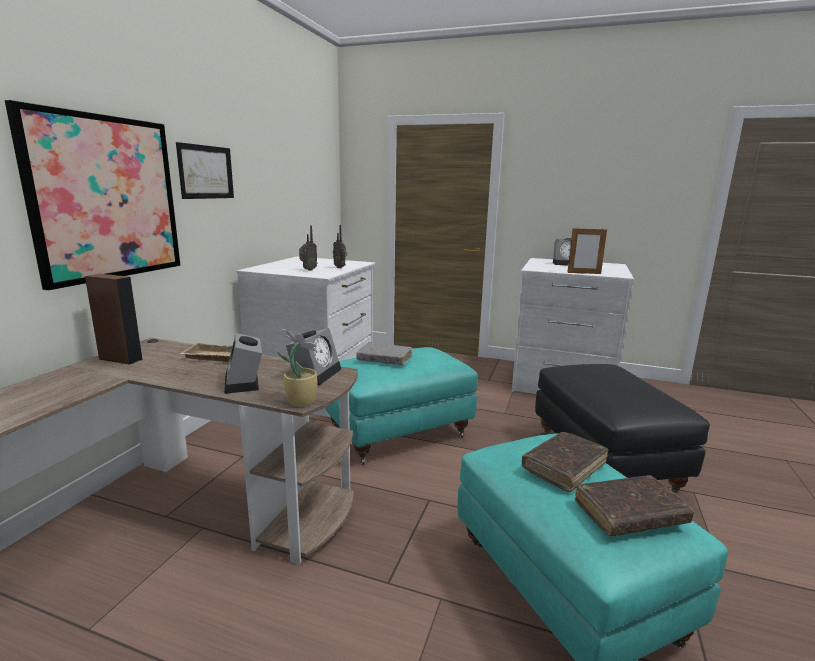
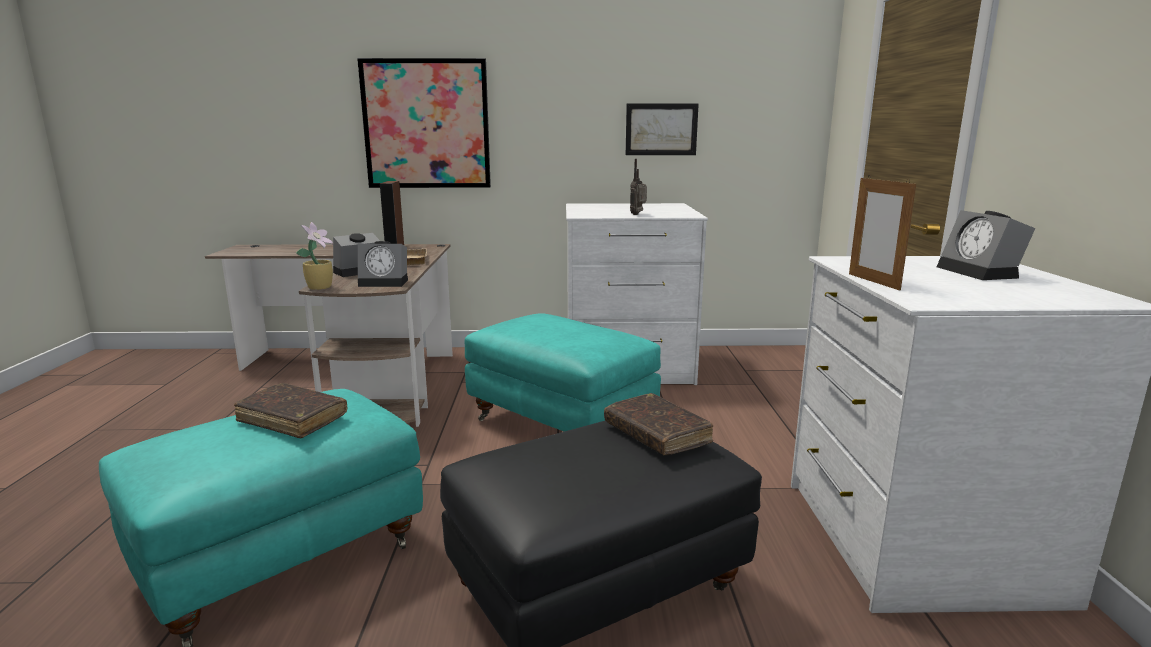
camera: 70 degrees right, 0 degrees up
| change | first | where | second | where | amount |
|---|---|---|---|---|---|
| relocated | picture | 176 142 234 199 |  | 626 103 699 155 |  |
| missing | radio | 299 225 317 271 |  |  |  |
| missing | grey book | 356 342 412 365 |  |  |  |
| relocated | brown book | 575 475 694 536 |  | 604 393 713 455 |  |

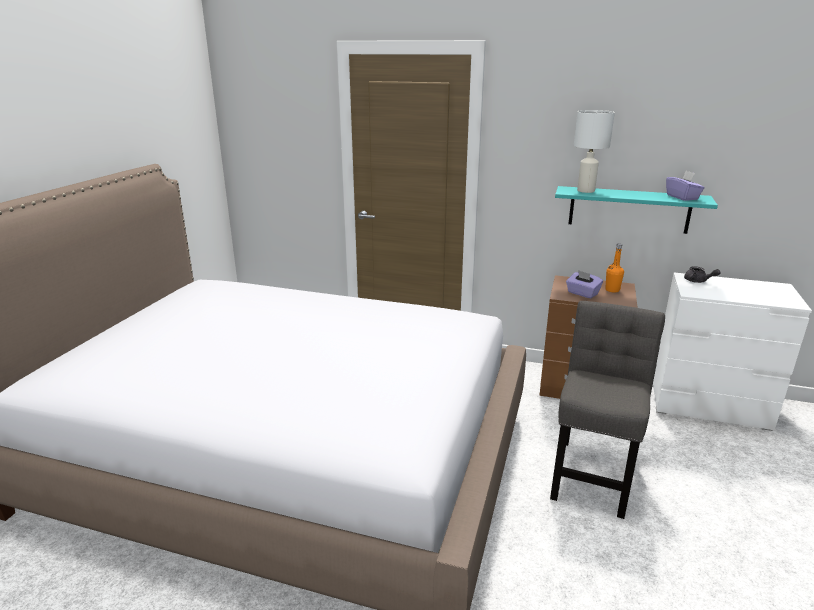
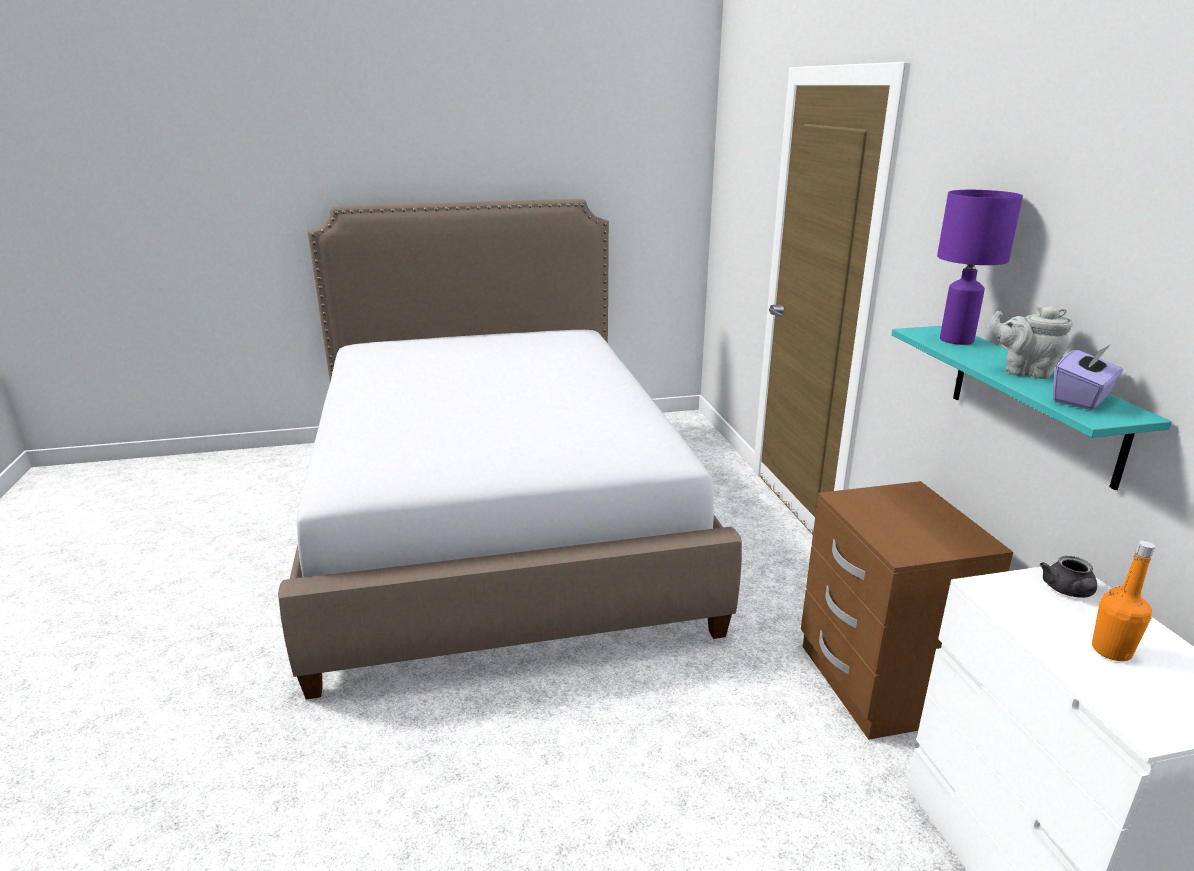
camera: 60 degrees right, 0 degrees up
| change | first | where | second | where | amount |
|---|---|---|---|---|---|
| missing | grey chair | 550 301 665 519 |  |  |  |
| missing | purple tissue box | 566 270 603 299 |  |  |  |
| colour | white table lamp | 574 110 615 193 | purple table lamp | 937 190 1023 345 |  |
| relocated | orange bottle | 605 244 624 292 |  | 1092 541 1155 661 |  |
| appeared |  |  | grey teapot | 989 306 1073 379 |  |

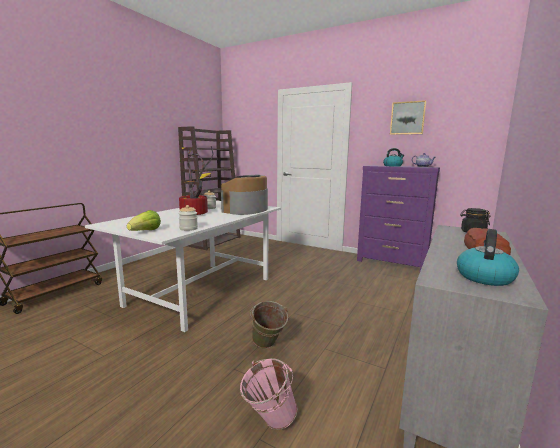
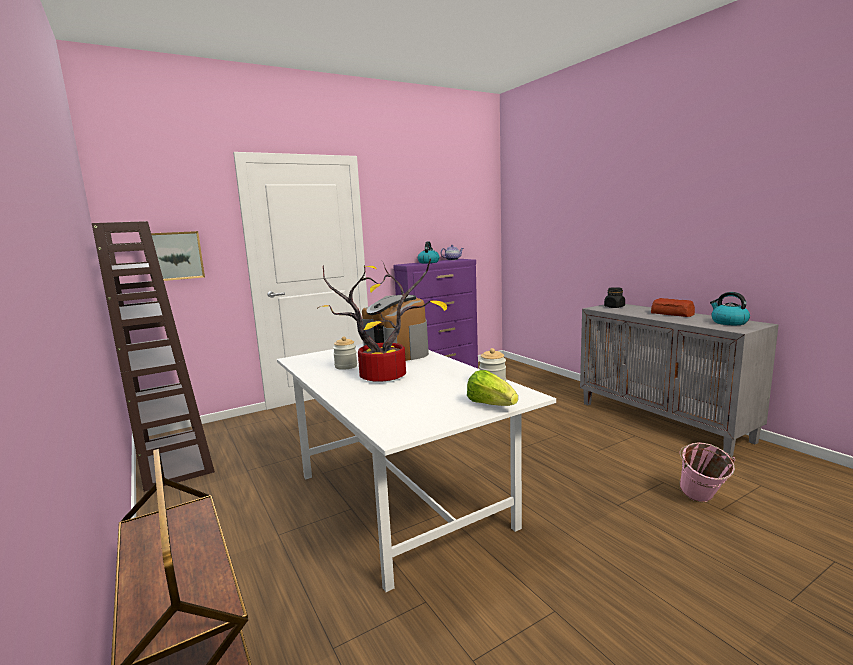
camera: 60 degrees left, 0 degrees up
| change | first | where | second | where | amount |
|---|---|---|---|---|---|
| missing | green bucket | 250 301 288 348 |  |  |  |
| relocated | picture | 390 100 426 135 |  | 151 231 205 281 |  |

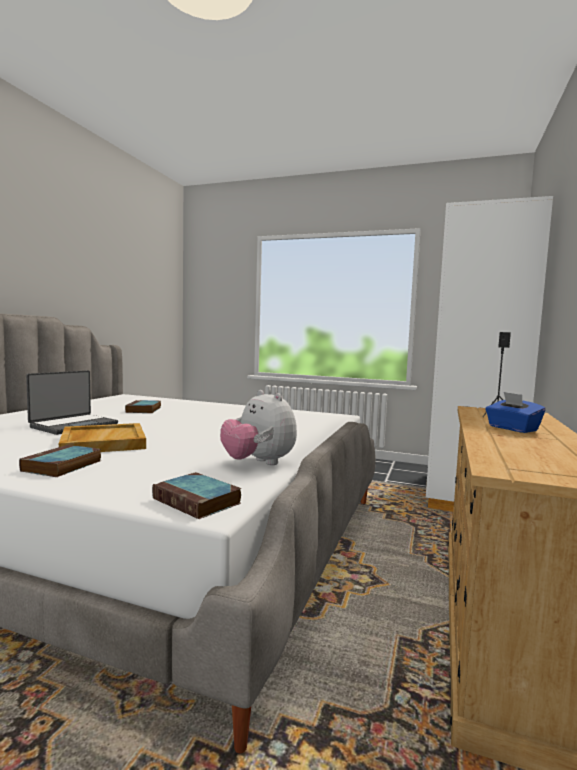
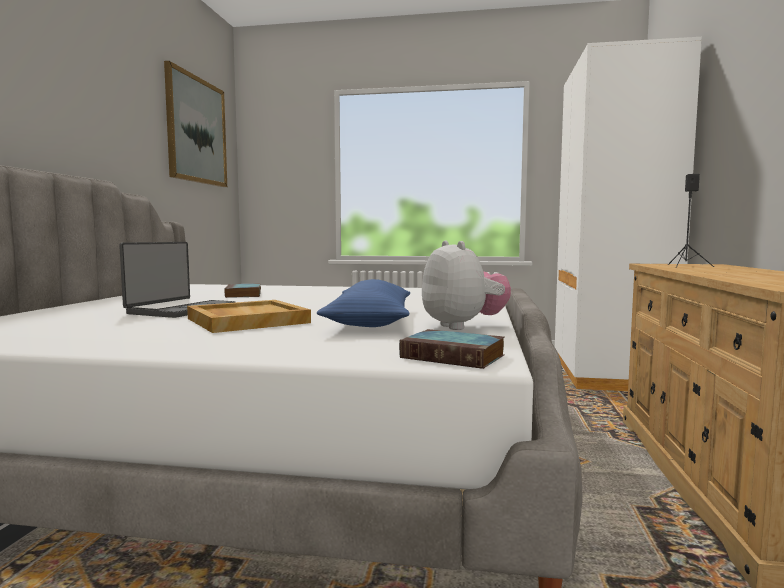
camera: 10 degrees left, 0 degrees up
| change | first | where | second | where | amount |
|---|---|---|---|---|---|
| missing | book | 19 445 101 477 |  |  |  |
| spun | plush toy | 220 390 297 465 |  | 422 241 511 330 | 150 degrees counterclockwise |
| missing | blue tissue box | 485 392 546 433 |  |  |  |
| appeared |  |  | picture | 164 61 227 187 |  |
| appeared |  |  | blue pillow | 317 279 410 327 |  |

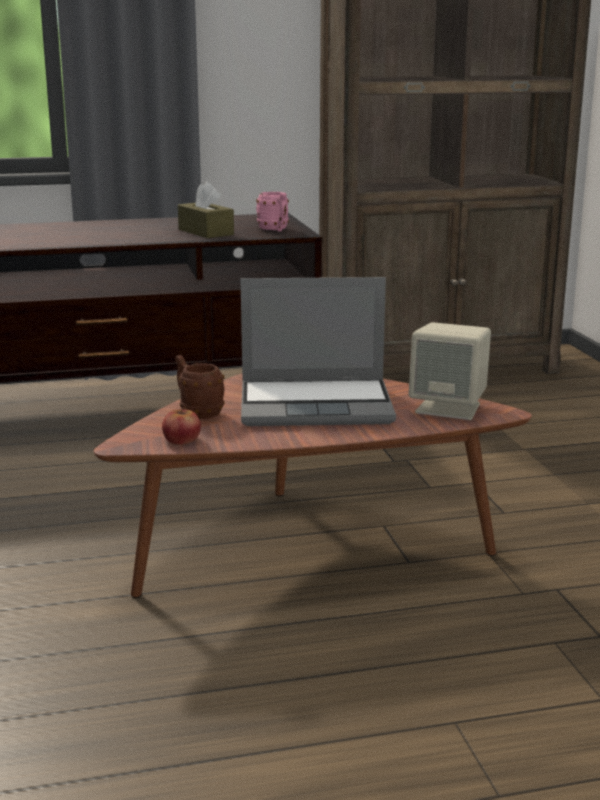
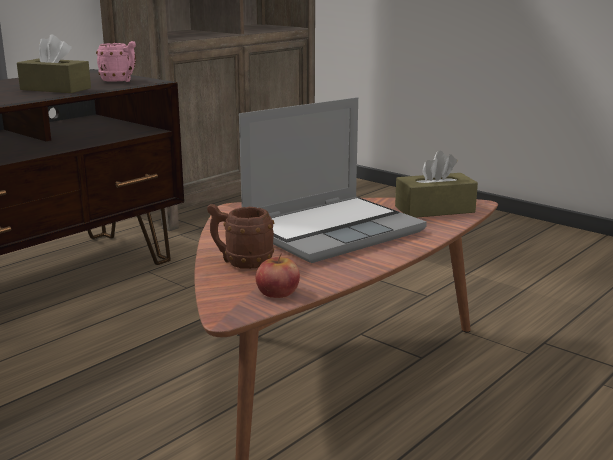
camera: 35 degrees left, 0 degrees up
| change | first | where | second | where | amount |
|---|---|---|---|---|---|
| exchanged | beige speaker | 409 322 491 420 | brown tissue box | 395 150 478 218 |  |

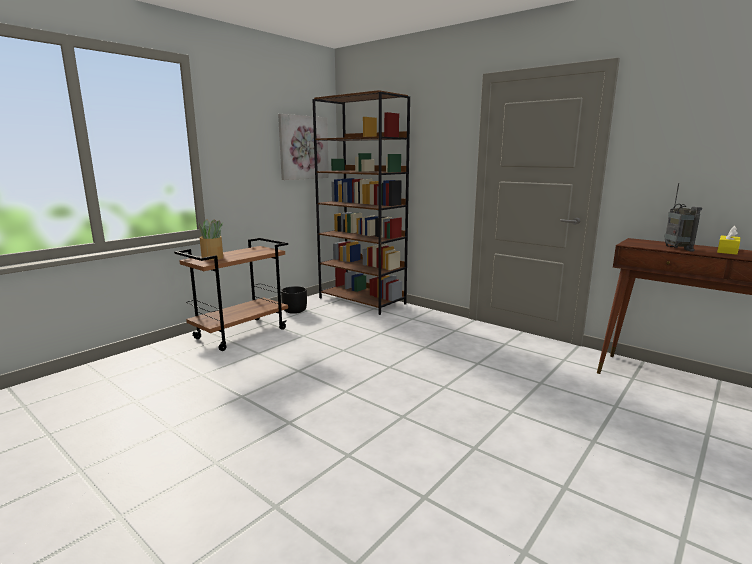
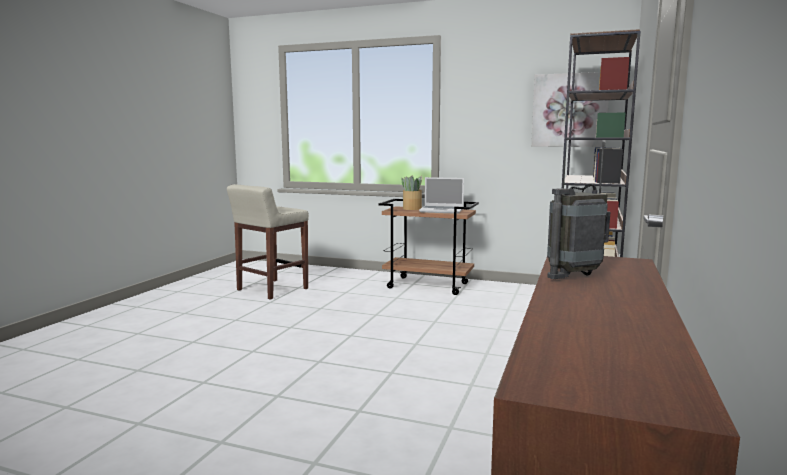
camera: 70 degrees right, 5 degrees down
| change | first | where | second | where | amount |
|---|---|---|---|---|---|
| missing | black planter | 281 286 307 314 |  |  |  |
| missing | yellow tissue box | 717 226 740 255 |  |  |  |
| appeared |  |  | beige stool | 227 184 309 300 |  |
| appeared |  |  | laptop | 419 177 464 214 |  |

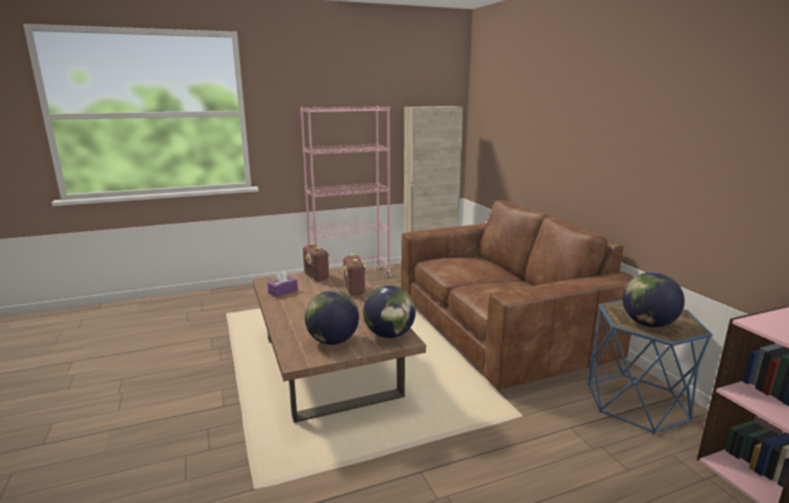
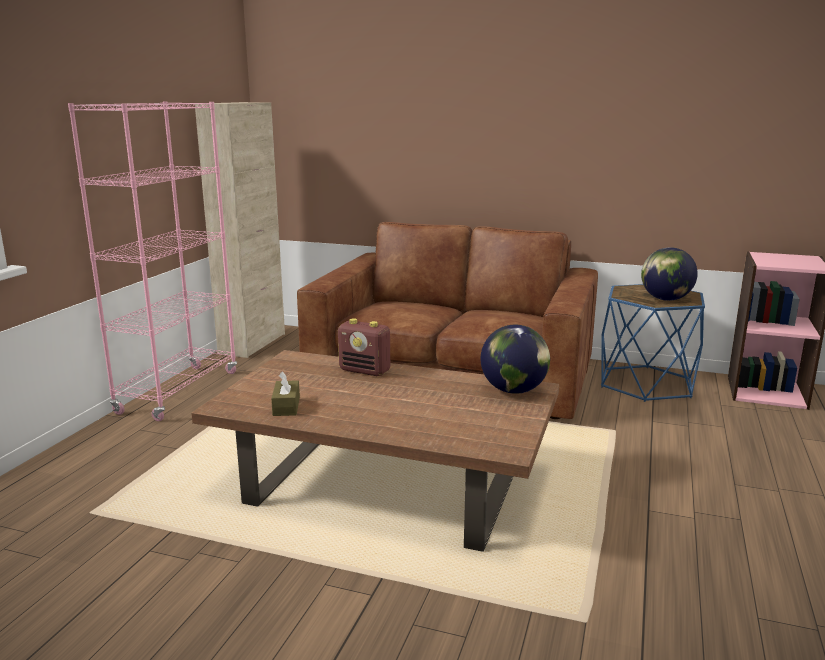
camera: 50 degrees left, 0 degrees up
| change | first | where | second | where | amount |
|---|---|---|---|---|---|
| colour | purple tissue box | 267 271 298 297 | brown tissue box | 271 372 300 416 |  |
| missing | radio | 303 243 330 281 |  |  |  |
| missing | globe | 305 291 359 345 |  |  |  |

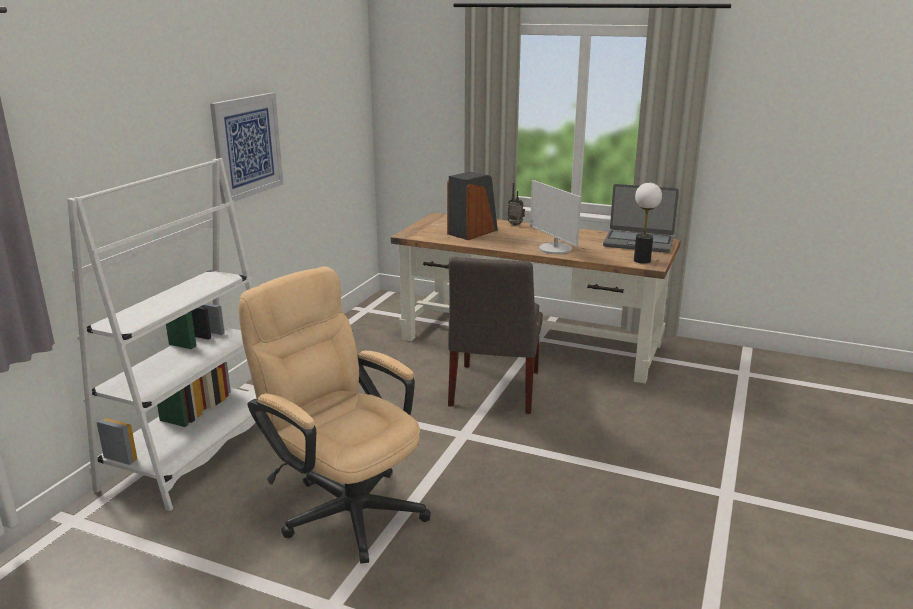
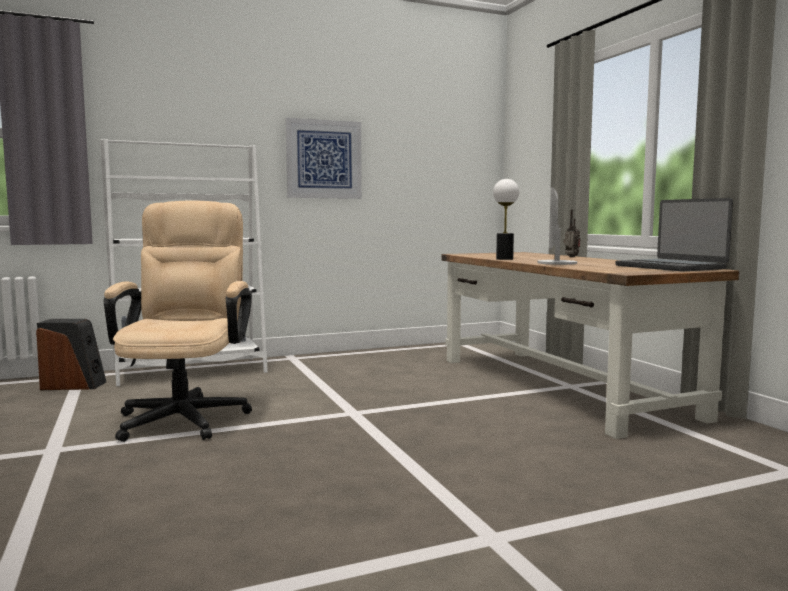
camera: 45 degrees right, 15 degrees down
| change | first | where | second | where | amount |
|---|---|---|---|---|---|
| relocated | speaker | 447 172 498 240 |  | 36 319 106 390 |  |
| missing | grey chair | 448 257 543 414 |  |  |  |
| relocated | table lamp | 634 183 662 263 |  | 493 179 519 260 |  |

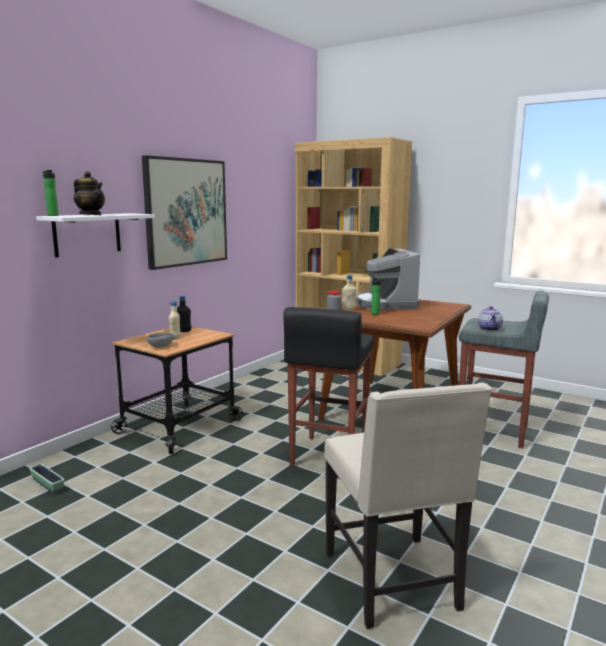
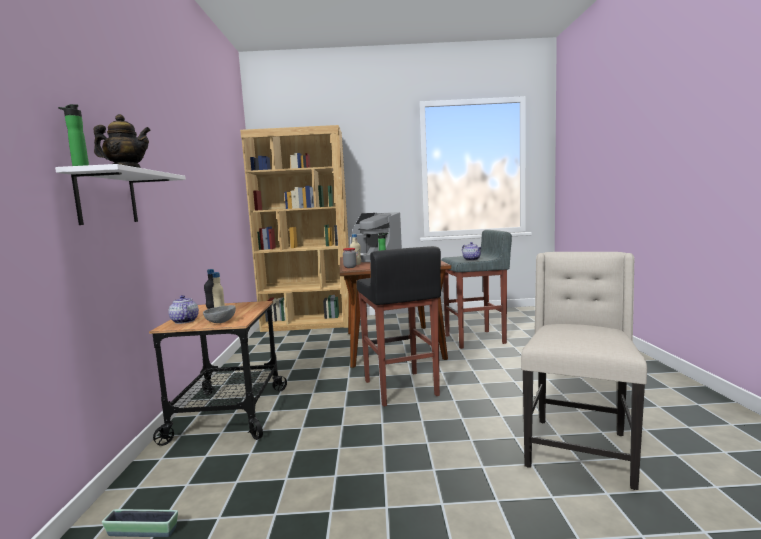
camera: 35 degrees left, 5 degrees down
| change | first | where | second | where | amount |
|---|---|---|---|---|---|
| missing | picture | 142 155 227 270 |  |  |  |
| spun | beige chair | 324 383 492 629 |  | 521 252 647 490 | 105 degrees counterclockwise |
| appeared |  |  | teapot | 168 295 199 324 |  |

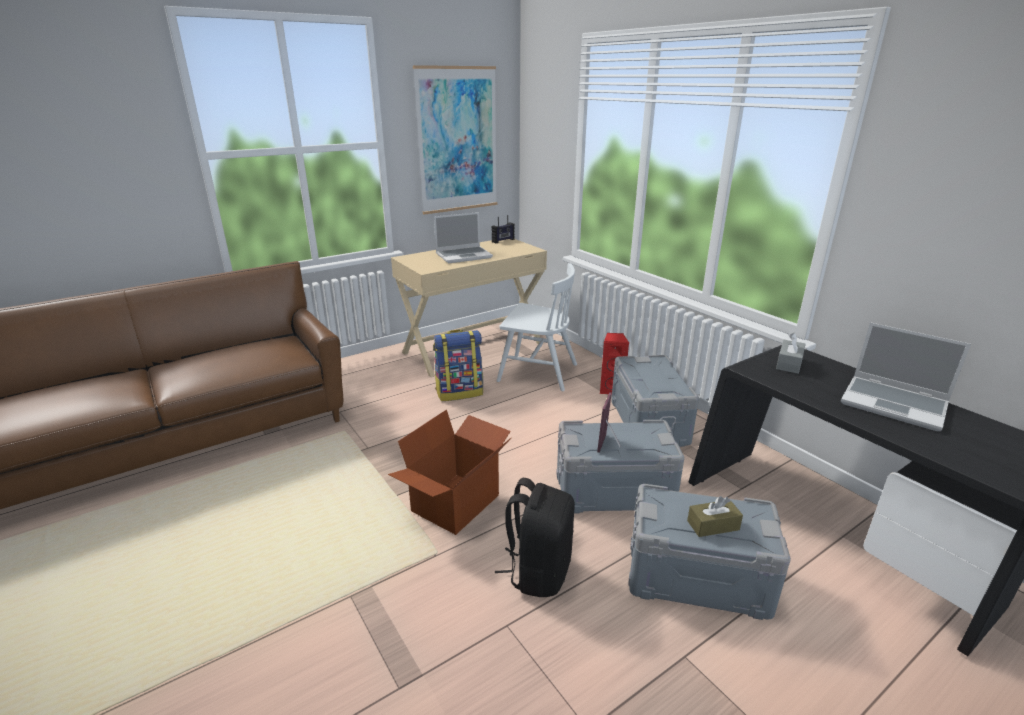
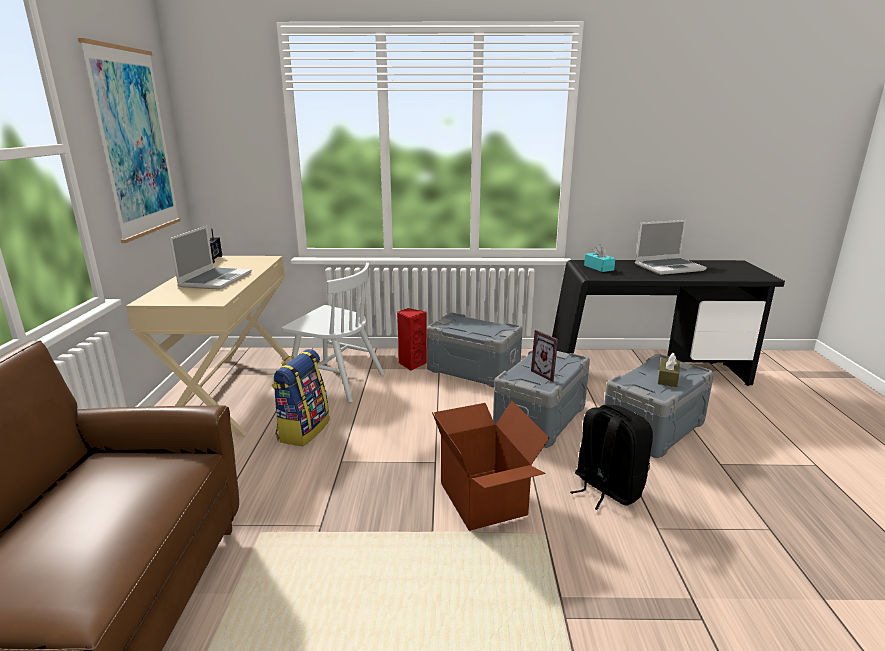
camera: 55 degrees left, 5 degrees down
| change | first | where | second | where | amount |
|---|---|---|---|---|---|
| spun | white chair | 497 263 577 391 |  | 282 263 384 402 | 60 degrees clockwise |
| colour | grey tissue box | 776 333 806 374 | turquoise tissue box | 584 244 615 272 |  |

